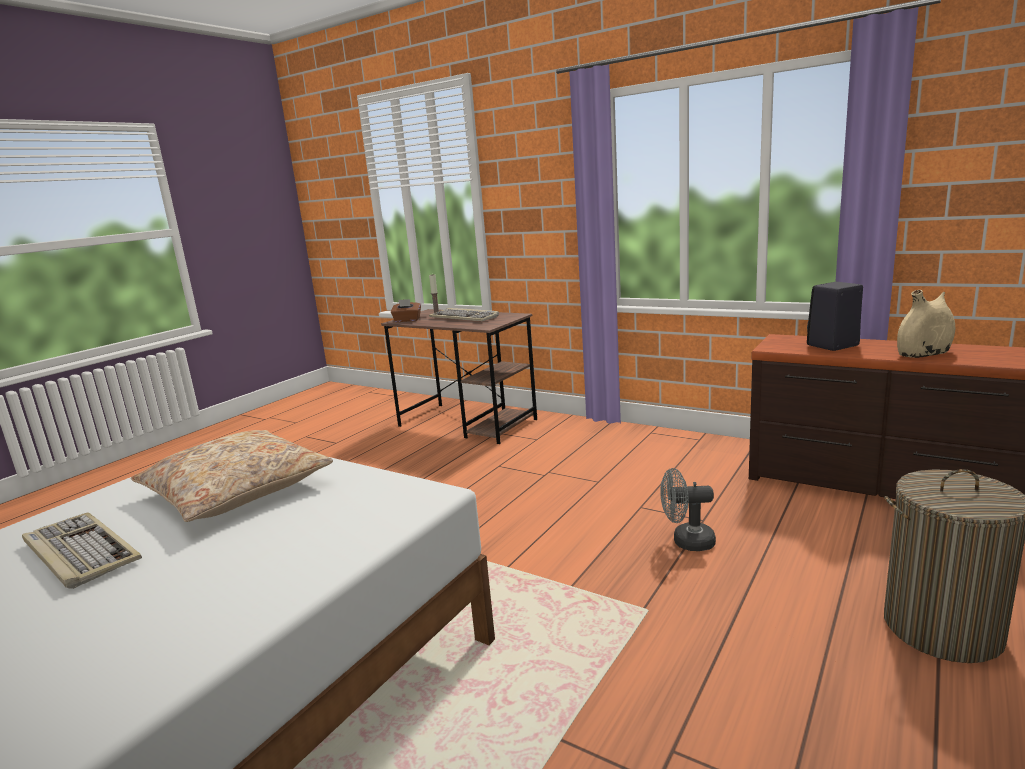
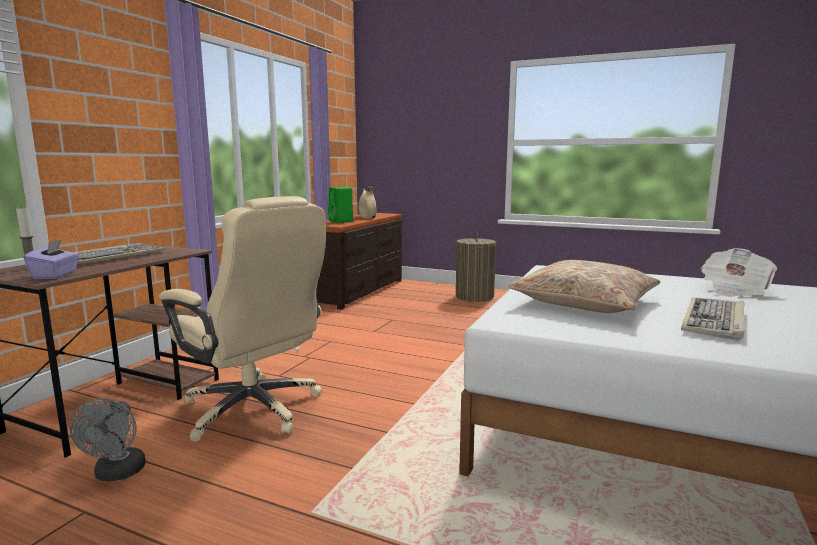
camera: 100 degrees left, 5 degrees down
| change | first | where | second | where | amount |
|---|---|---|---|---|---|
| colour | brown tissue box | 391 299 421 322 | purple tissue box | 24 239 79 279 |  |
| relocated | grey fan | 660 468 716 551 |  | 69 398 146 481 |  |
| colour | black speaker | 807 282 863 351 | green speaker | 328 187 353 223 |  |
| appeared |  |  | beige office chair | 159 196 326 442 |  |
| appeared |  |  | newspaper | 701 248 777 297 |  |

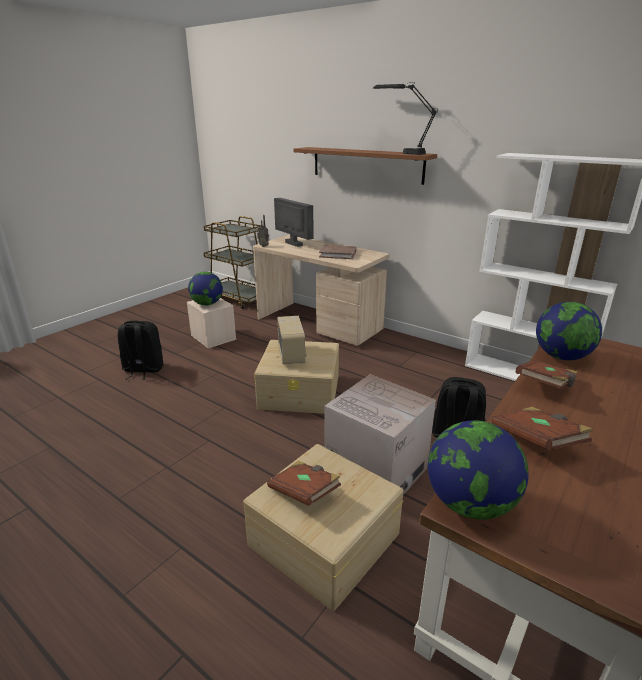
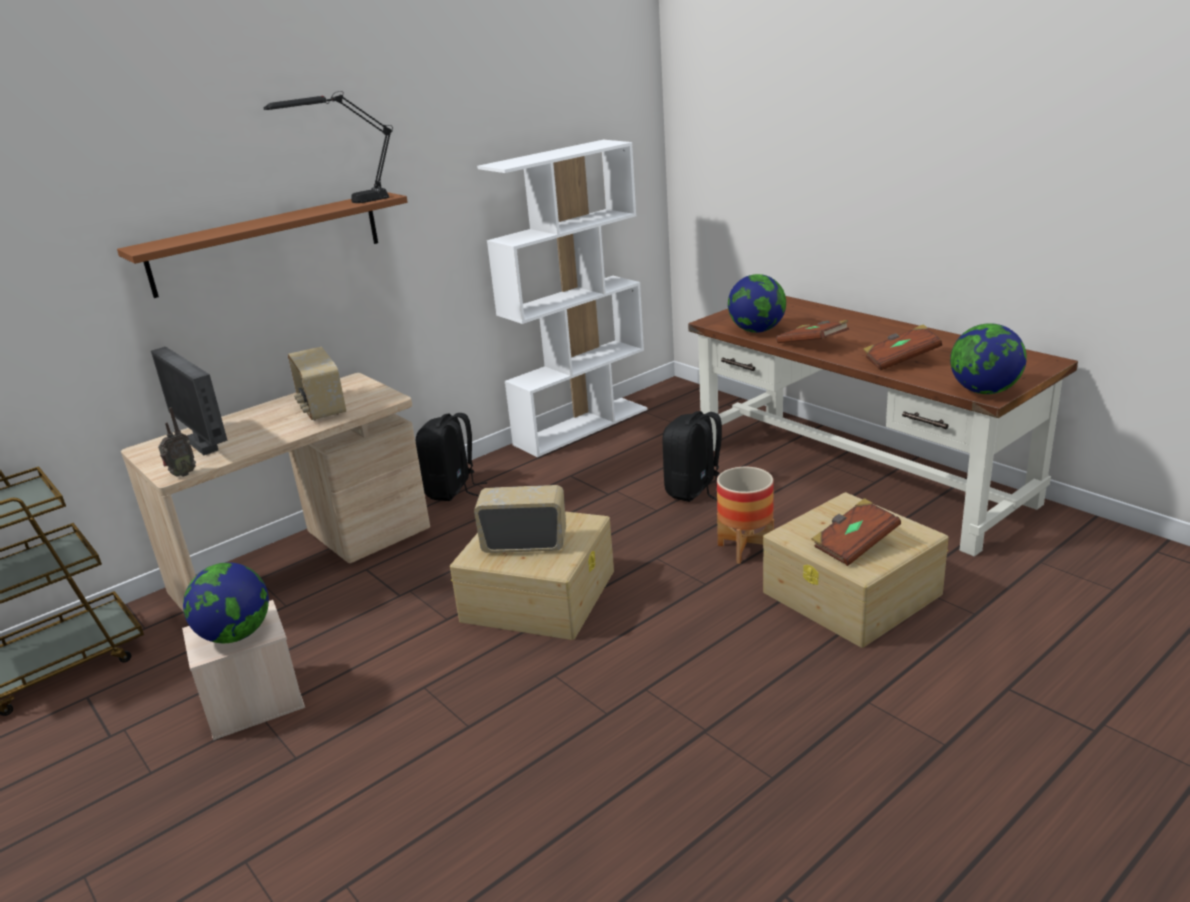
camera: 75 degrees left, 0 degrees up
| change | first | where | second | where | amount |
|---|---|---|---|---|---|
| relocated | black backpack | 118 320 163 380 |  | 416 413 487 501 |  |
| spun | monitor | 274 198 314 247 |  | 151 347 228 455 | 105 degrees counterclockwise |
| exchanged | brown book | 319 245 356 259 | radio | 288 347 346 421 |  |
| exchanged | cardboard box | 324 374 436 495 | planter | 717 467 774 564 |  |

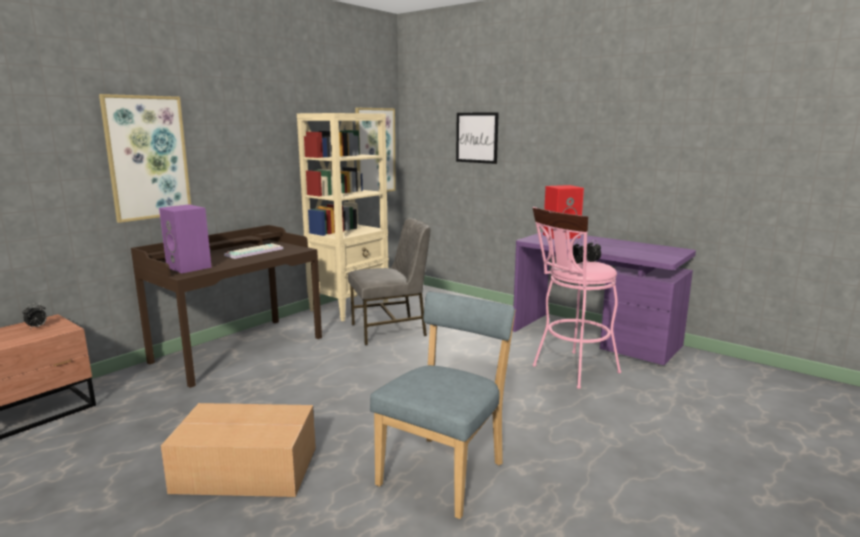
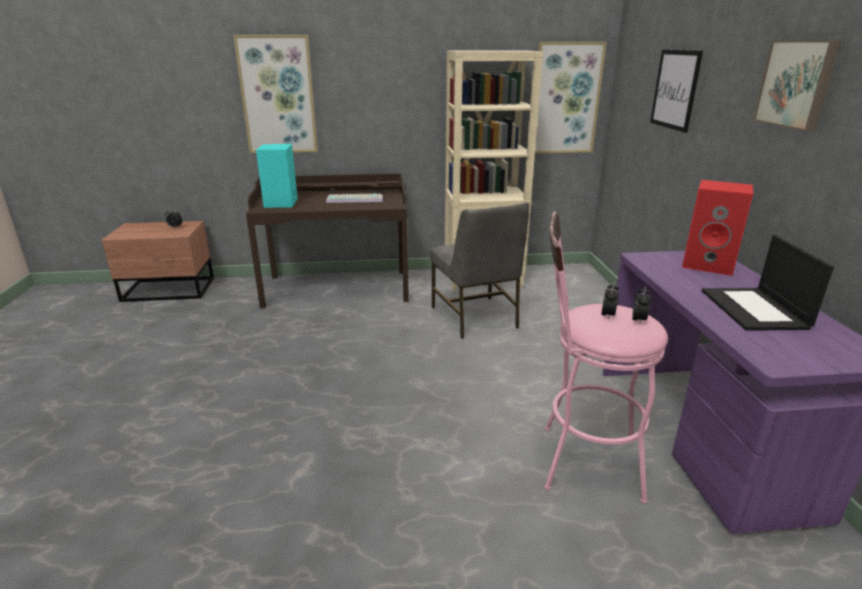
camera: 45 degrees right, 10 degrees up
| change | first | where | second | where | amount |
|---|---|---|---|---|---|
| colour | purple speaker | 159 204 212 273 | turquoise speaker | 256 144 298 208 |  |
| missing | cardboard box | 161 403 316 497 |  |  |  |
| spun | grey chair | 348 218 430 346 |  | 430 202 529 339 | 45 degrees clockwise |
| missing | blue chair | 370 292 515 519 |  |  |  |
| appeared |  |  | laptop | 702 235 834 331 |  |
| appeared |  |  | picture | 752 40 841 131 |  |

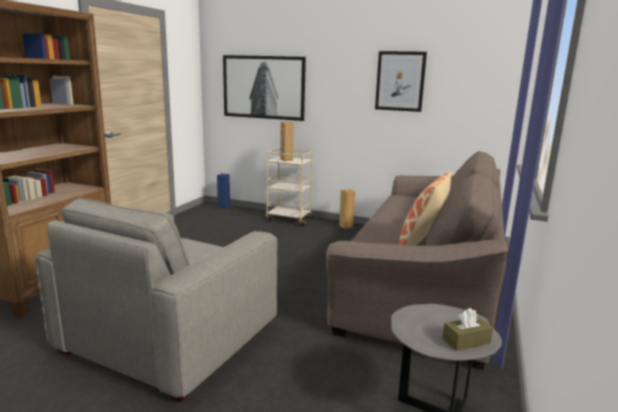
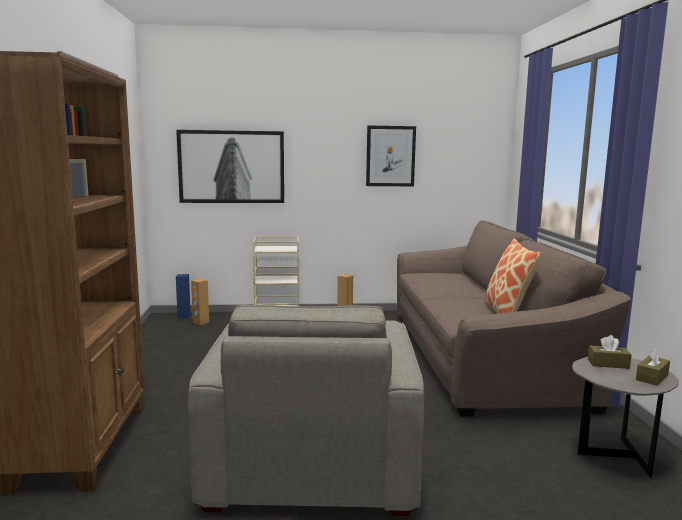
camera: 25 degrees left, 5 degrees down
| change | first | where | second | where | amount |
|---|---|---|---|---|---|
| relocated | brown speaker | 280 122 294 161 |  | 191 279 209 325 |  |
| appeared |  |  | brown tissue box | 588 335 632 369 |  |

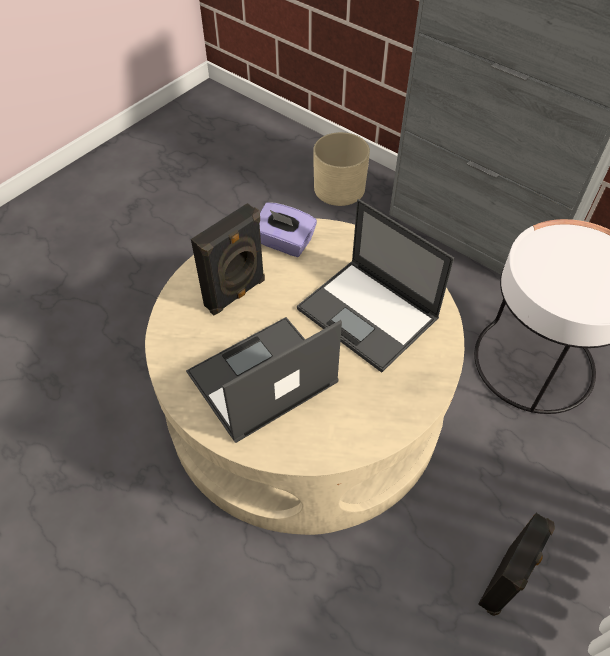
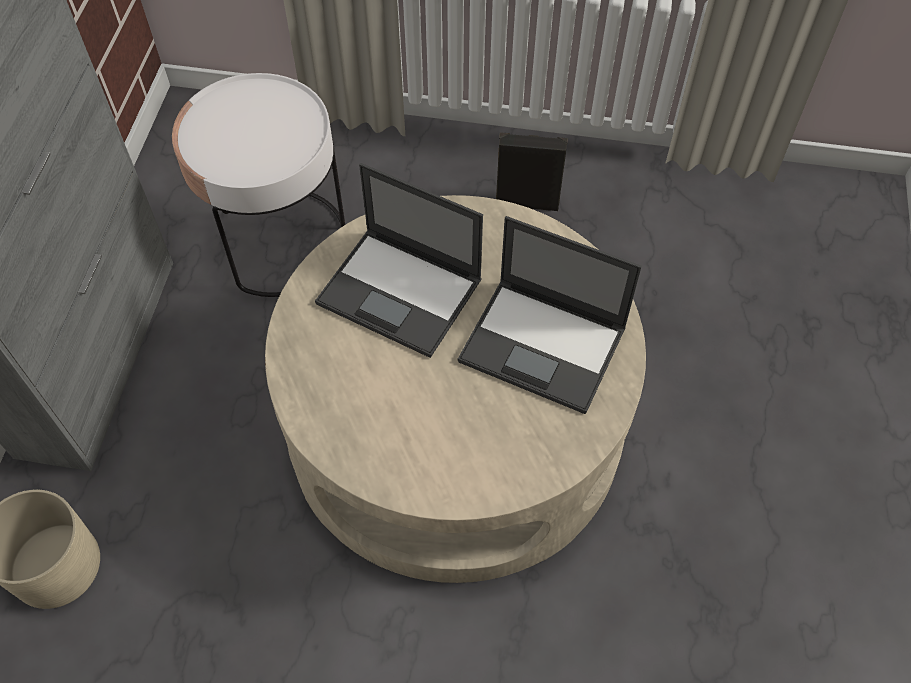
camera: 120 degrees left, 5 degrees up
| change | first | where | second | where | amount |
|---|---|---|---|---|---|
| missing | black speaker | 191 203 265 315 |  |  |  |
| missing | purple tissue box | 259 202 317 257 |  |  |  |
| spun | laptop | 297 199 454 373 |  | 315 163 483 358 | 105 degrees clockwise |

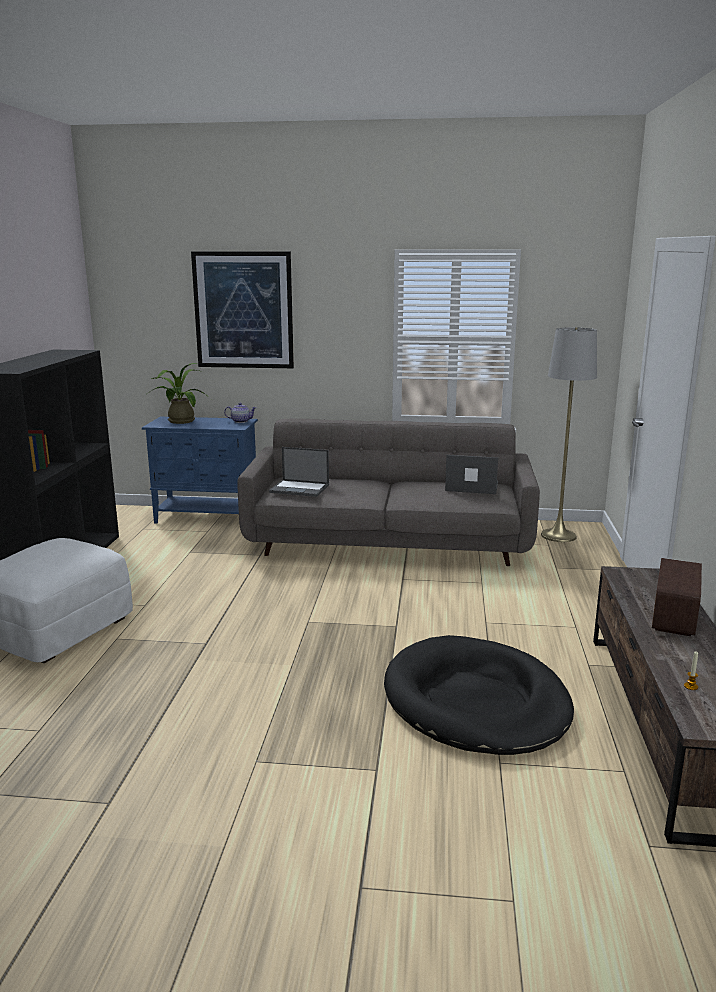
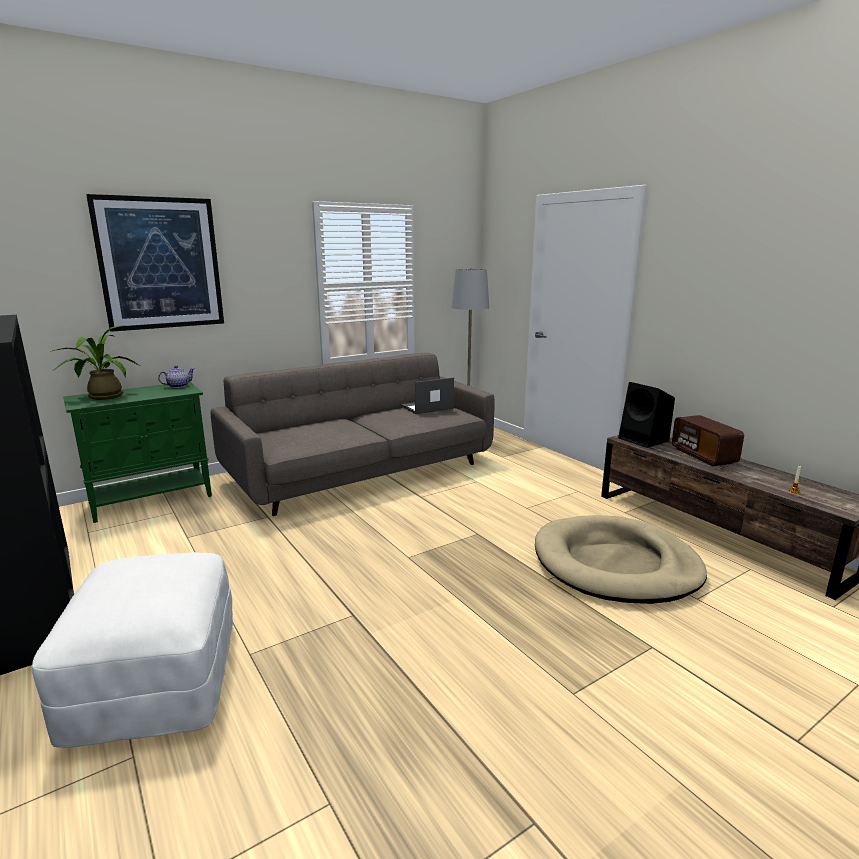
camera: 40 degrees left, 0 degrees up
| change | first | where | second | where | amount |
|---|---|---|---|---|---|
| colour | blue cabinet | 142 417 258 524 | green cabinet | 63 382 212 523 |  |
| missing | laptop | 269 447 329 497 |  |  |  |
| colour | black dog bed | 384 635 574 755 | beige dog bed | 535 515 707 604 |  |
| appeared |  |  | black speaker | 618 382 675 448 |  |

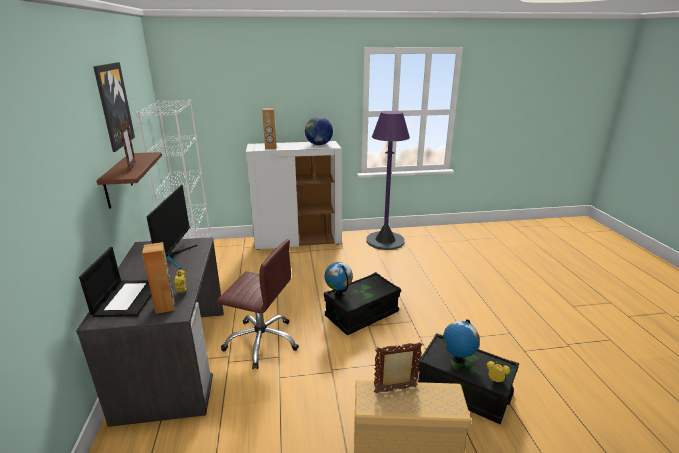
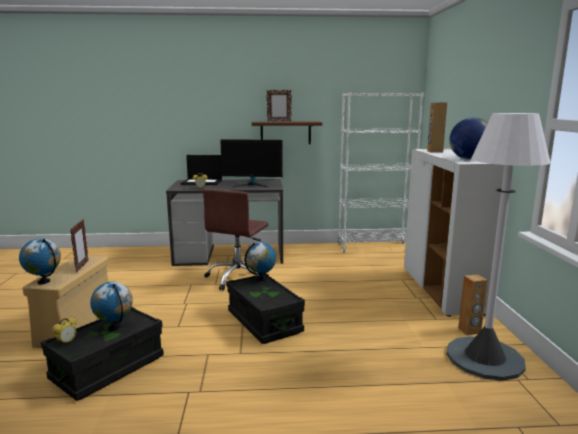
camera: 95 degrees right, 10 degrees down
| change | first | where | second | where | amount |
|---|---|---|---|---|---|
| missing | picture | 93 62 135 152 |  |  |  |
| relocated | brown speaker | 142 242 175 314 |  | 459 274 488 335 |  |
| colour | purple floor lamp | 366 111 410 250 | white floor lamp | 447 113 551 381 |  |
| appeared |  |  | globe | 19 238 61 284 |  |

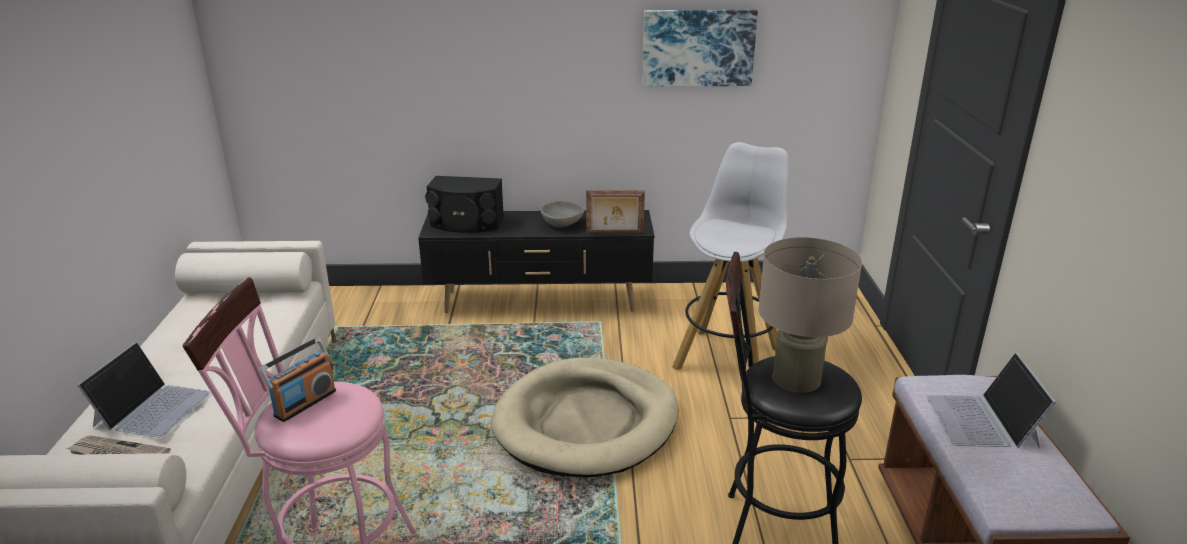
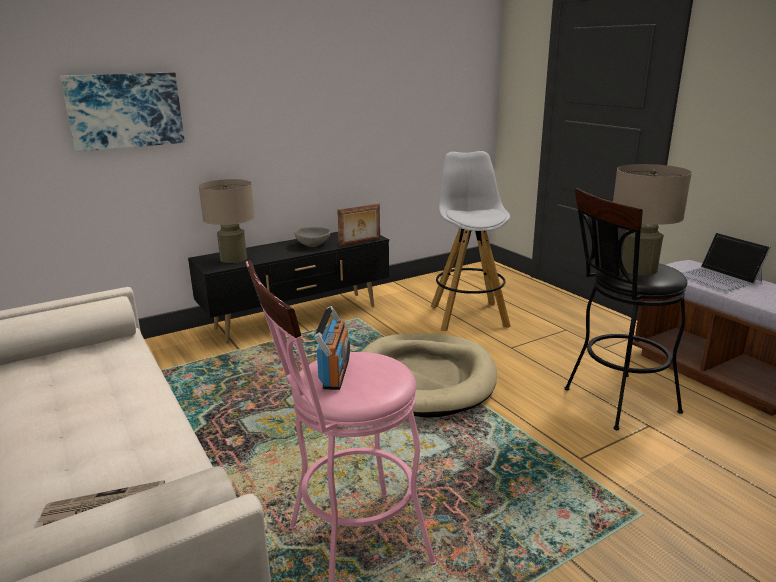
camera: 30 degrees left, 5 degrees down
| change | first | where | second | where | amount |
|---|---|---|---|---|---|
| missing | laptop | 77 342 210 438 |  |  |  |
| exchanged | black speaker | 425 176 504 233 | beige table lamp | 199 179 255 263 |  |
| relocated | picture | 642 10 758 87 |  | 60 72 185 152 |  |

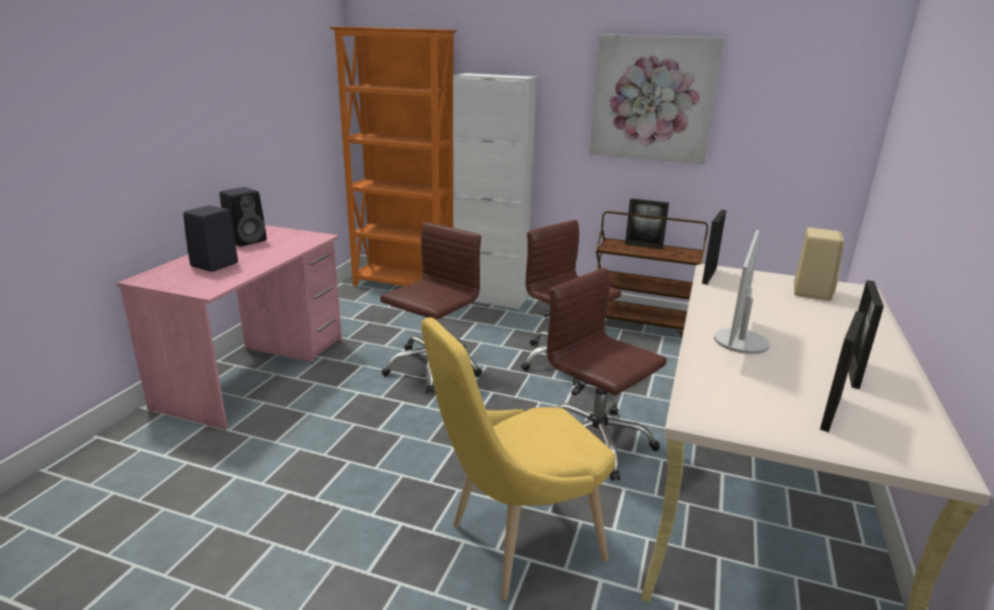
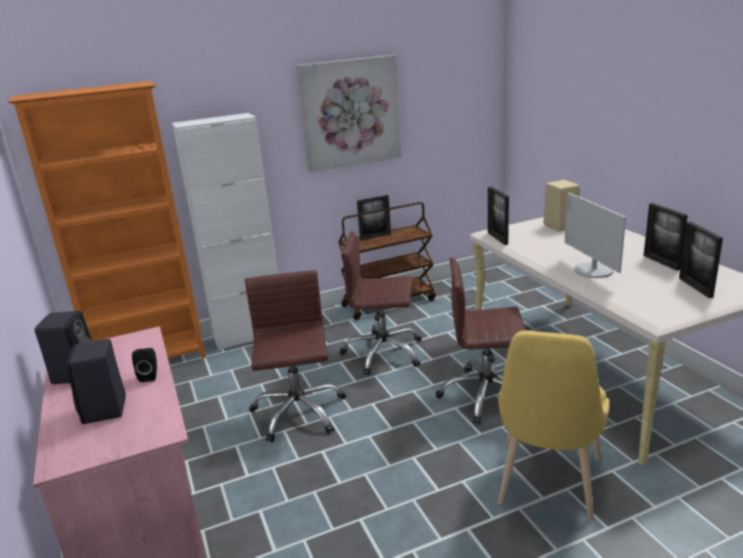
camera: 40 degrees left, 0 degrees up
| change | first | where | second | where | amount |
|---|---|---|---|---|---|
| appeared |  |  | black speaker | 132 348 157 382 |  |

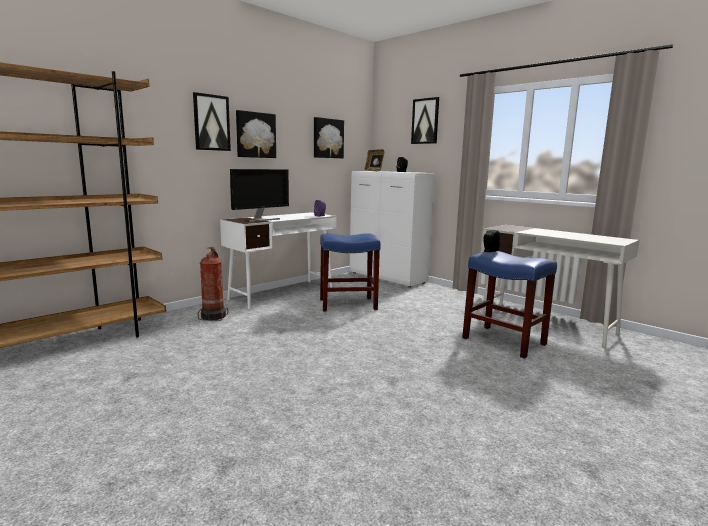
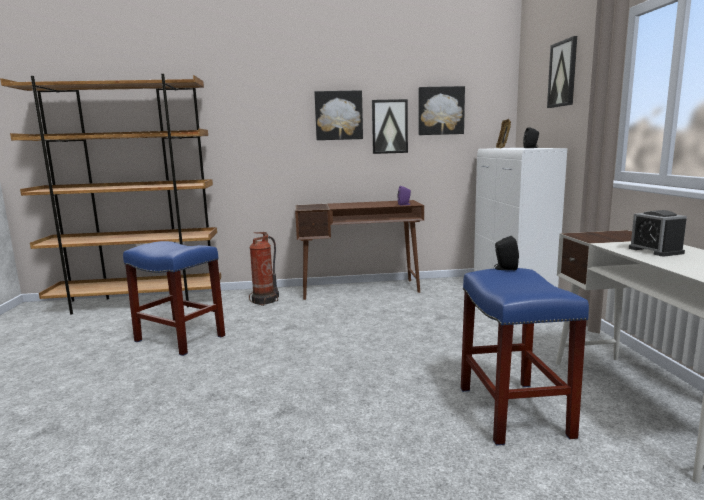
camera: 40 degrees right, 0 degrees up
| change | first | where | second | where | amount |
|---|---|---|---|---|---|
| relocated | picture | 193 92 231 151 |  | 372 99 408 154 |  |
| colour | white desk | 220 212 336 309 | brown desk | 295 200 424 300 |  |
| missing | monitor | 230 169 289 222 |  |  |  |
| relocated | blue stool | 320 233 381 312 |  | 123 241 225 356 |  |
| appeared |  |  | alarm clock | 629 210 687 256 |  |

